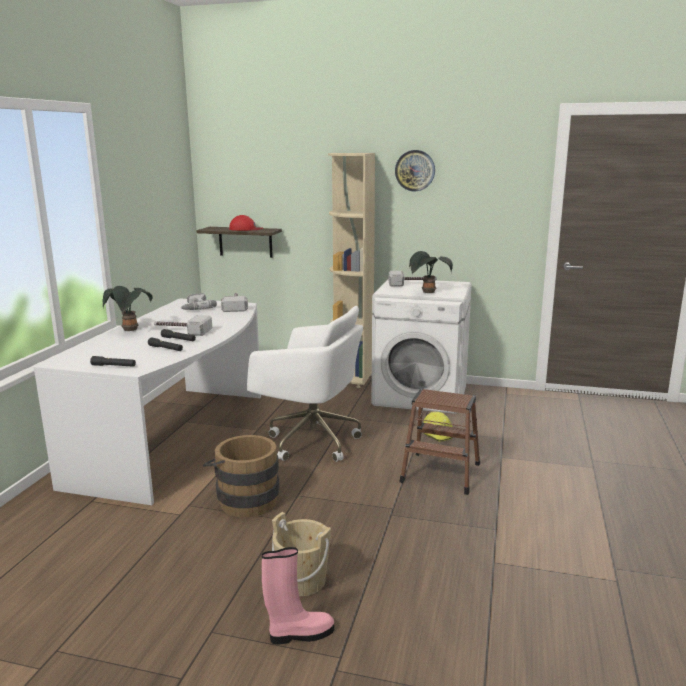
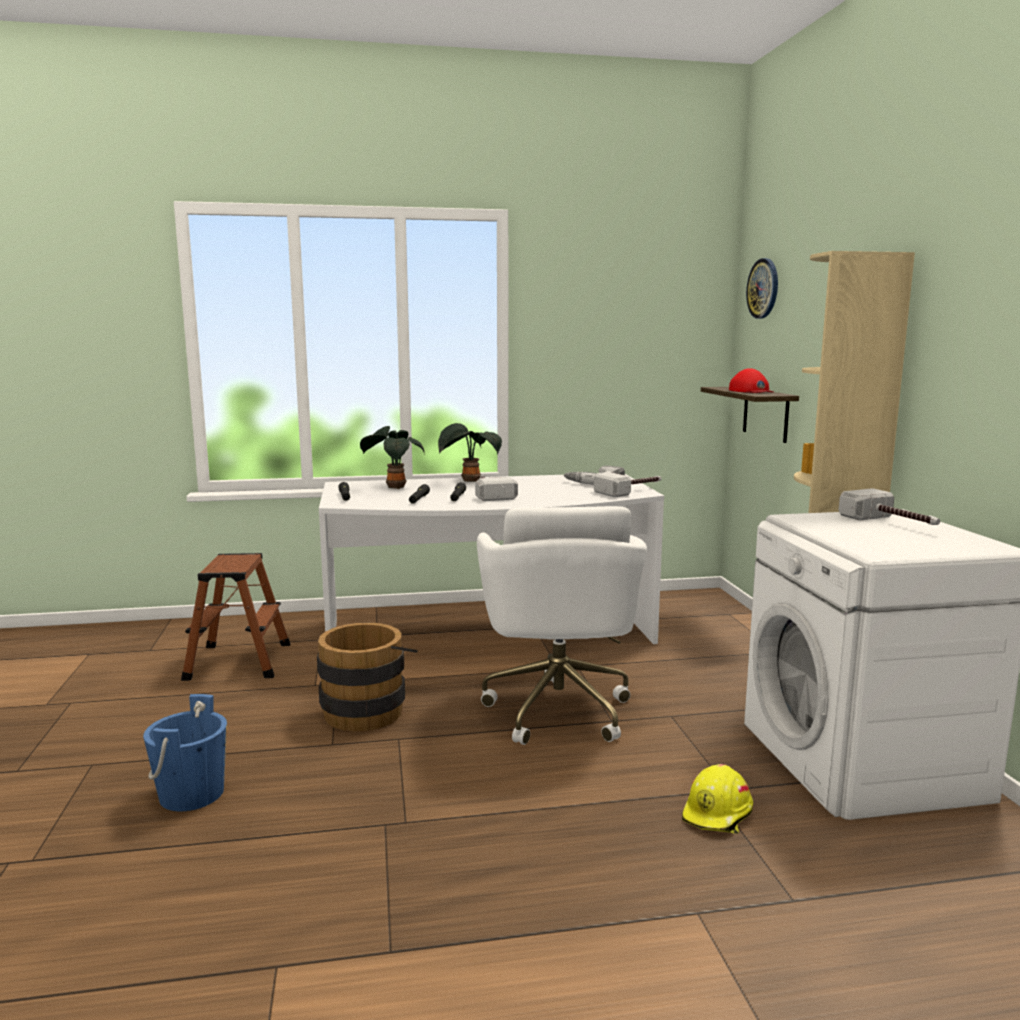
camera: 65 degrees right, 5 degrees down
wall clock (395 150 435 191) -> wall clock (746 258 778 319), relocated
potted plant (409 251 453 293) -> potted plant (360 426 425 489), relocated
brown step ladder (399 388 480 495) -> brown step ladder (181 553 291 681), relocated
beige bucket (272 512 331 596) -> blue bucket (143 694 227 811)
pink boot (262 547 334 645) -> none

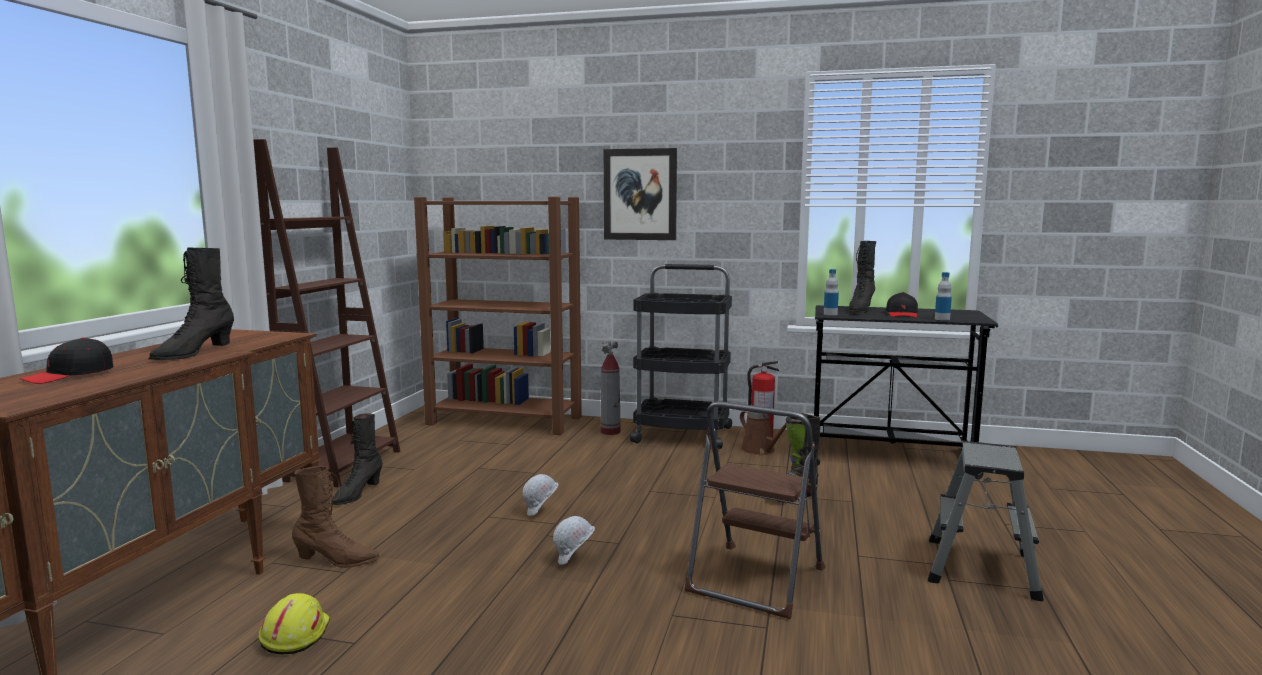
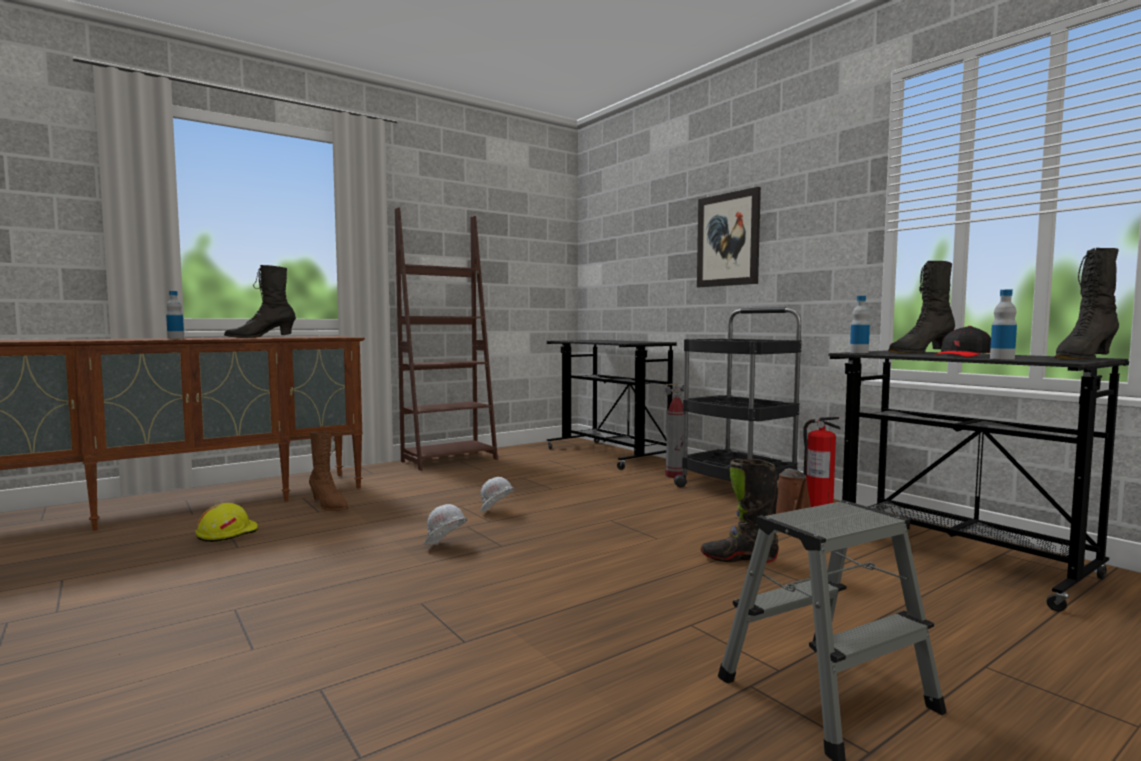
camera: 40 degrees right, 5 degrees down
brown bookcase (414 197 582 435) -> black desk (547 340 677 470)
black cap (20 337 114 384) -> bottle (166 291 184 339)
brown step ladder (685 401 826 619) -> none
black boot (332 414 383 505) -> black boot (1055 248 1119 359), relocated

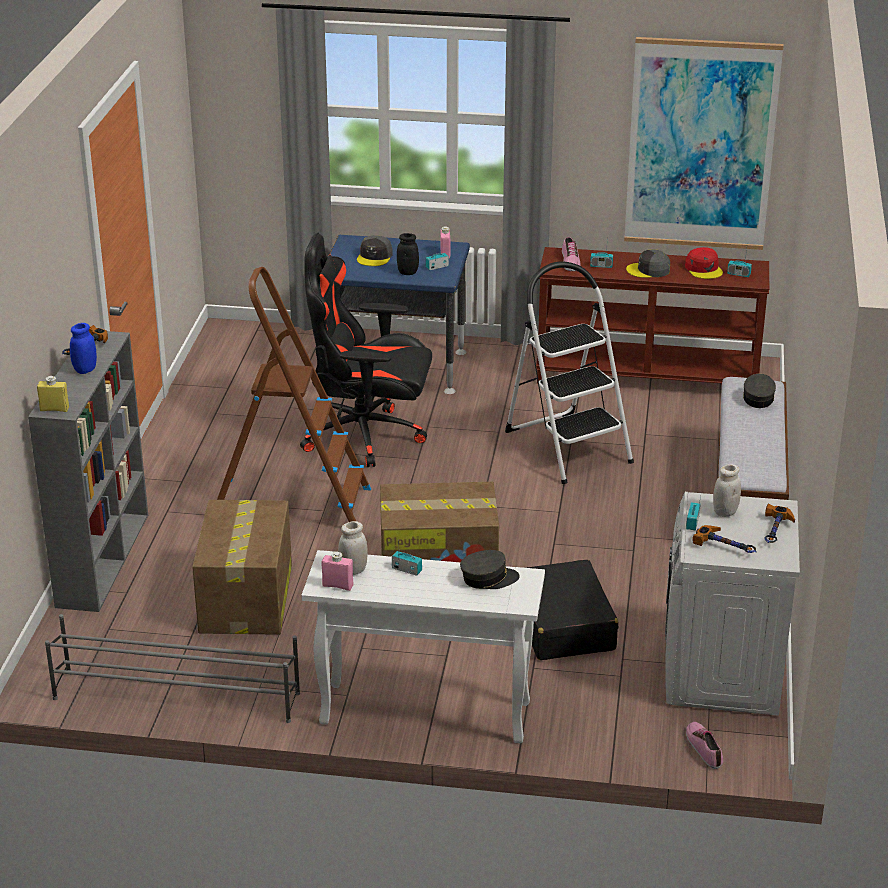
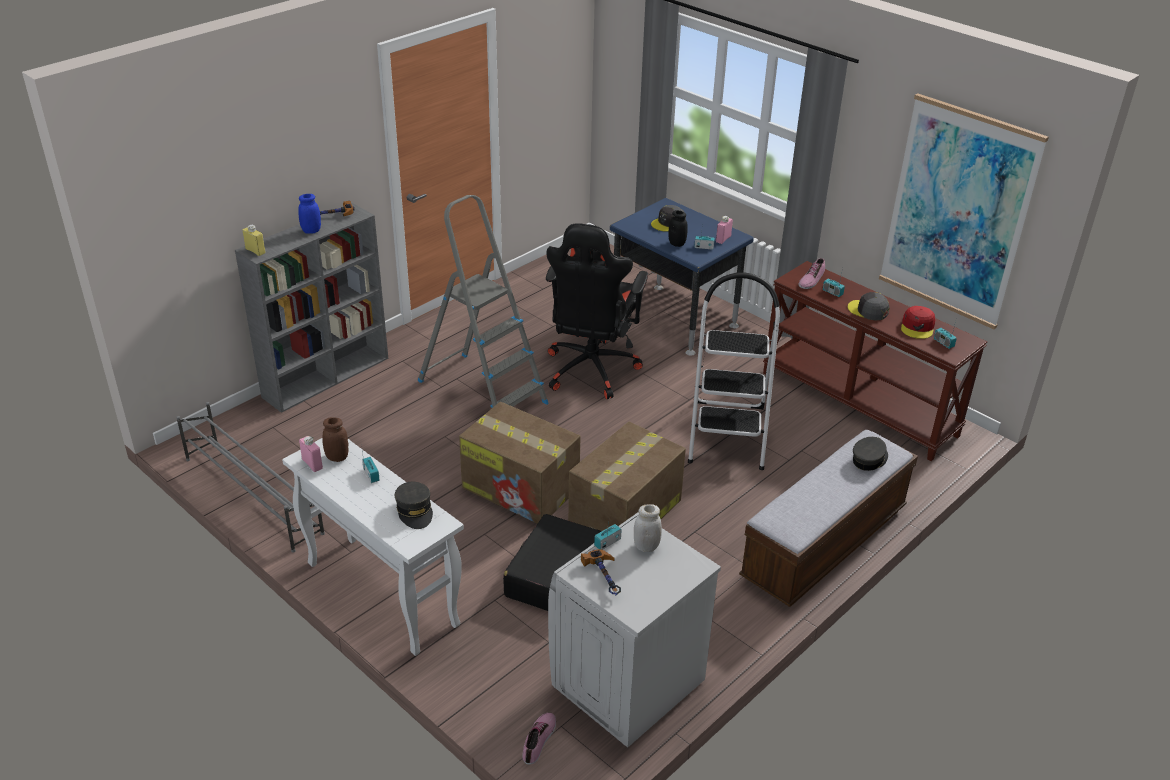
camera: 35 degrees right, 5 degrees up
black office chair (300 233 432 467) -> black office chair (546 223 648 399), 120 degrees counterclockwise
brown step ladder (217 267 371 522) -> grey step ladder (418 195 549 408)
cardboard box (192 500 292 635) -> cardboard box (568 422 686 531), relocated
hammer (764 503 795 543) -> none
white jar (338 521 367 575) -> brown jar (322 417 348 462)
grey cap (460 550 520 589) -> grey cap (395 482 433 529), 45 degrees clockwise

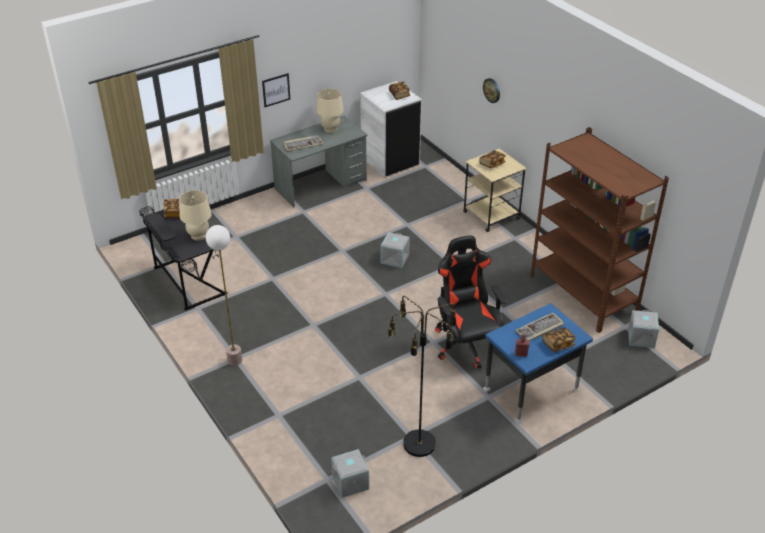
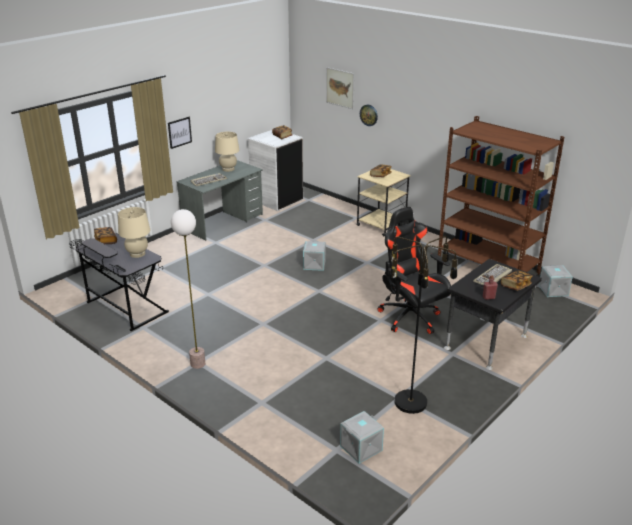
camera: 15 degrees left, 10 degrees down
blue desk (483 303 593 423) -> black desk (444 259 542 370)
none -> picture (326 67 355 109)

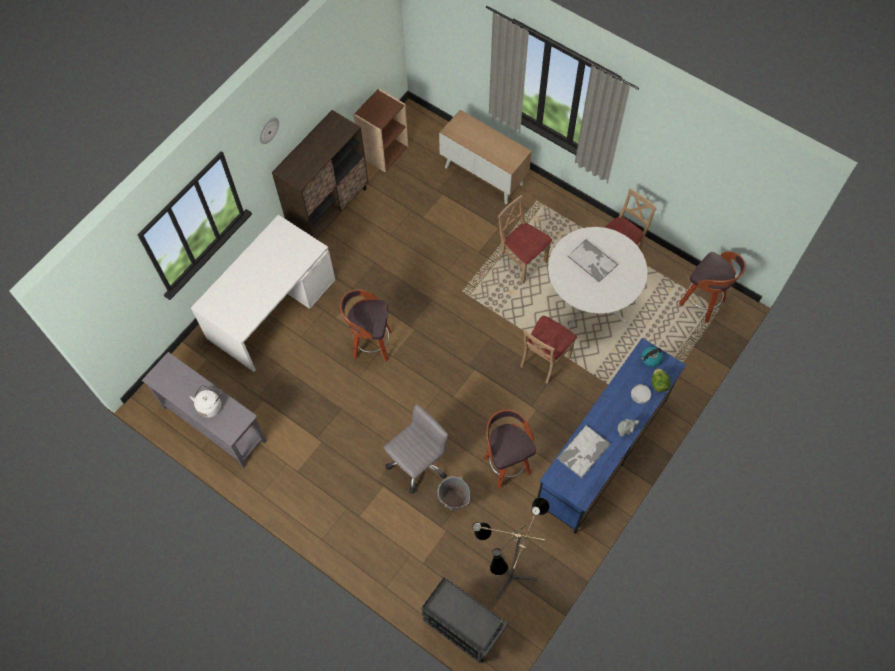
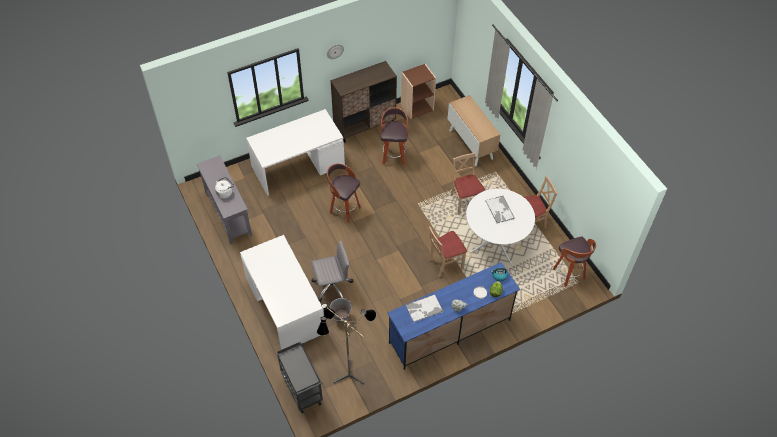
camera: 25 degrees right, 10 degrees down
stool (483 409 536 488) -> stool (380 107 408 166), relocated
none -> white desk (240 235 324 350)

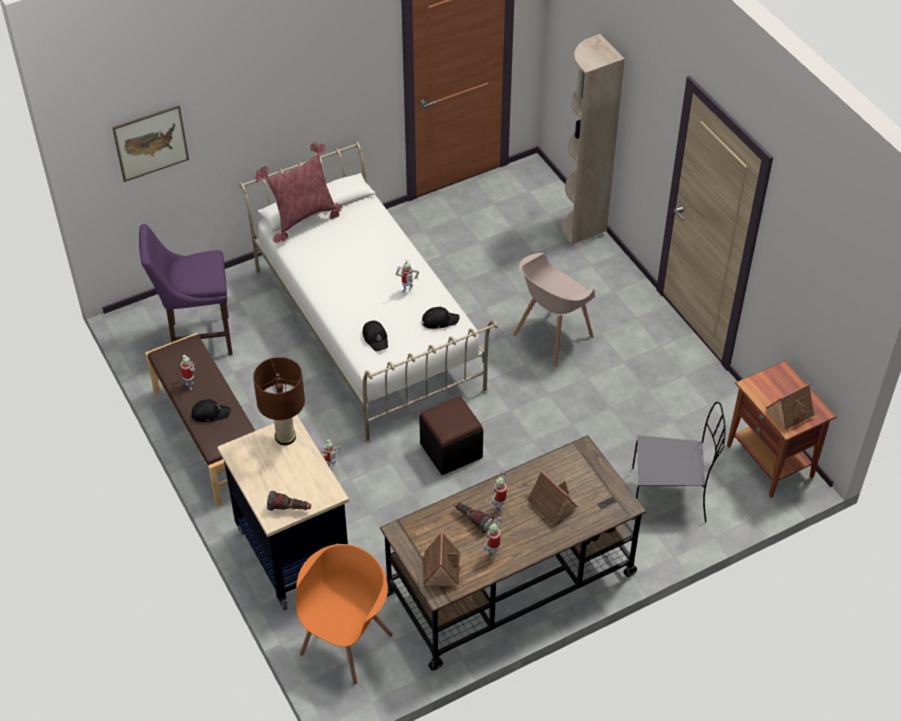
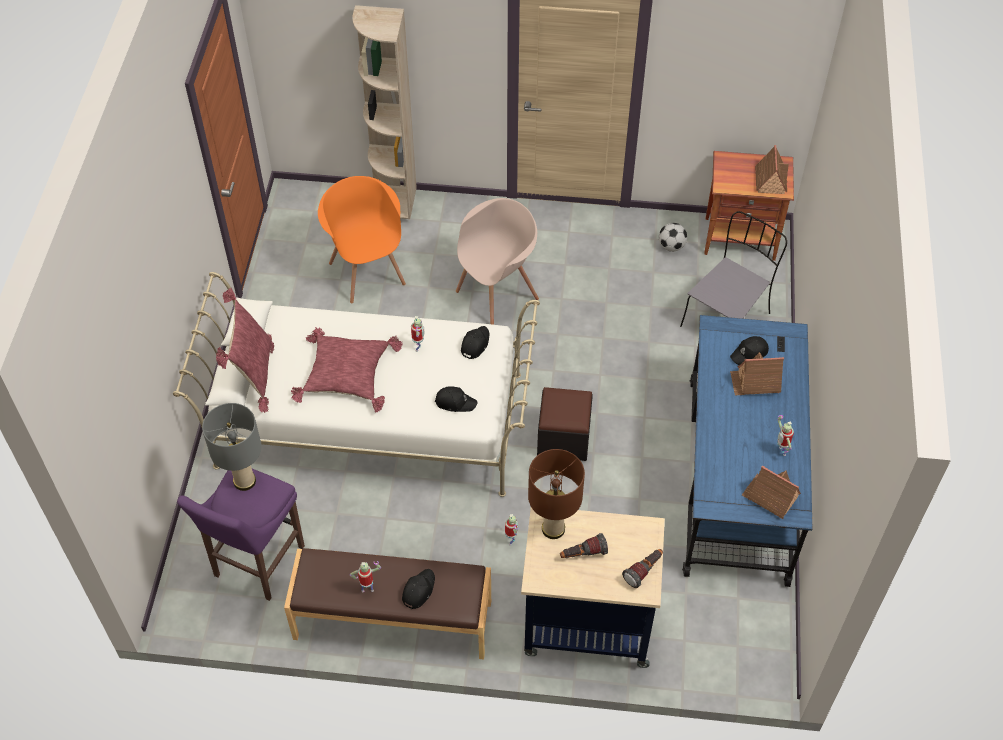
camera: 55 degrees left, 5 degrees up
picture (112 105 189 182) -> none
beige chair (513 253 595 367) -> beige chair (456 198 539 325), 120 degrees counterclockwise
brown desk (380 435 646 671) -> blue desk (682 315 812 587)
toy robot (490 470 507 513) -> none
flashlight (454 502 494 533) -> flashlight (560 533 608 558), relocated
orange chair (296 544 393 684) -> orange chair (318 176 406 303), relocated
none -> football (659 223 687 252)
none -> red pillow (291 327 403 413)
none -> black cap (730 336 769 365)
none -> grey table lamp (202 403 262 491)

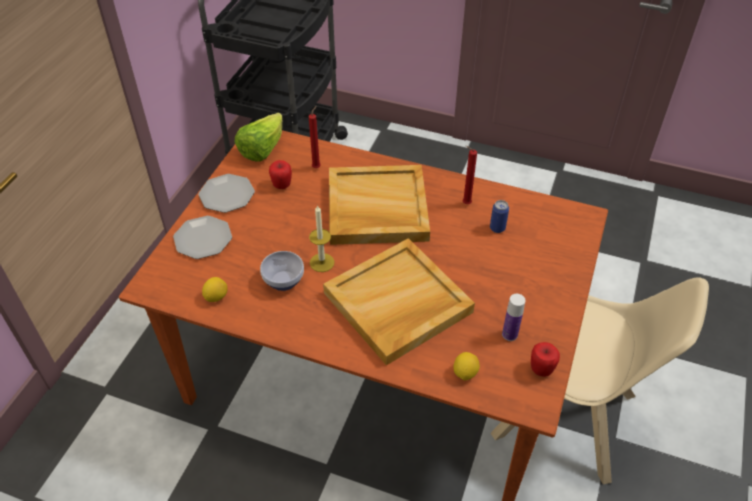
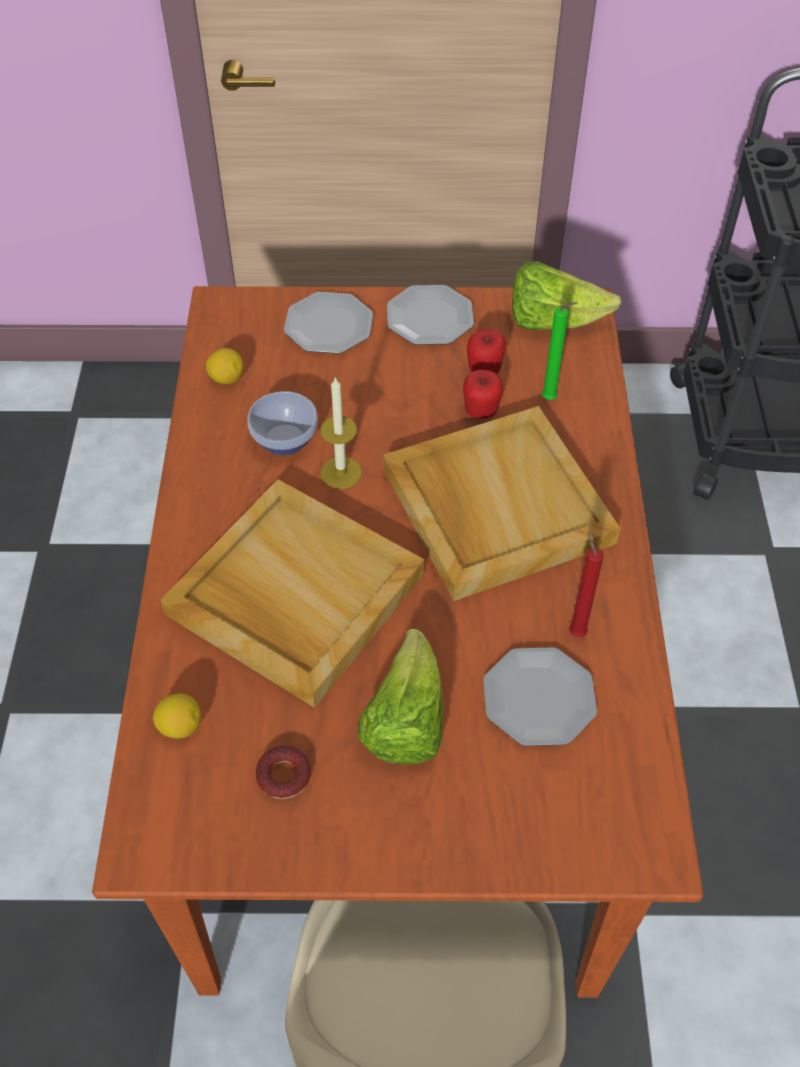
camera: 70 degrees right, 5 degrees up
red candle (309 106 321 168) -> green candle (542 302 578 400)
can (490 200 509 233) -> plate (483 647 597 746)
bottle (502 294 526 341) -> donut (256 746 311 799)
apple (531 342 560 377) -> apple (463 370 503 419), relocated
none -> lettuce (358 629 444 764)

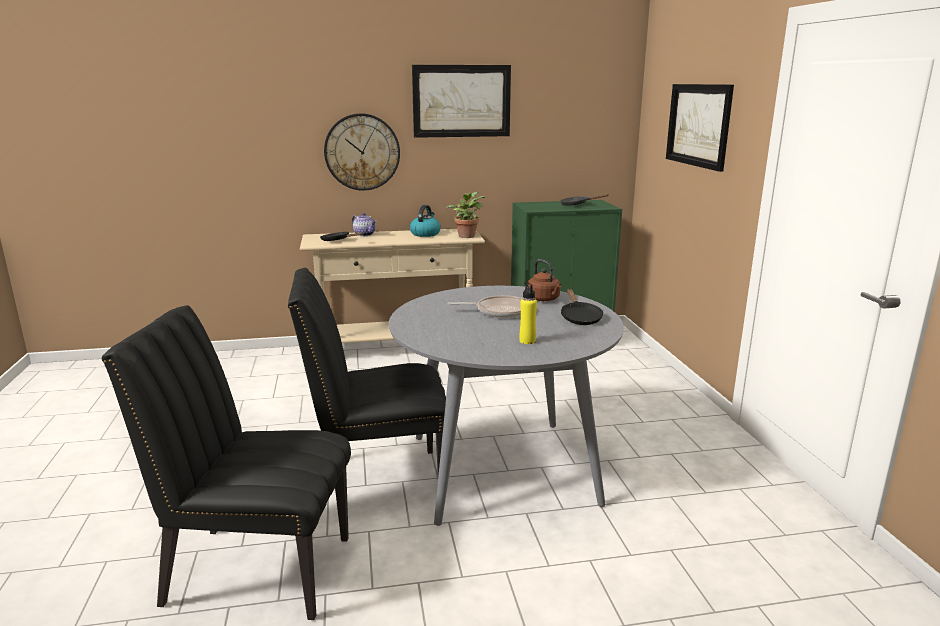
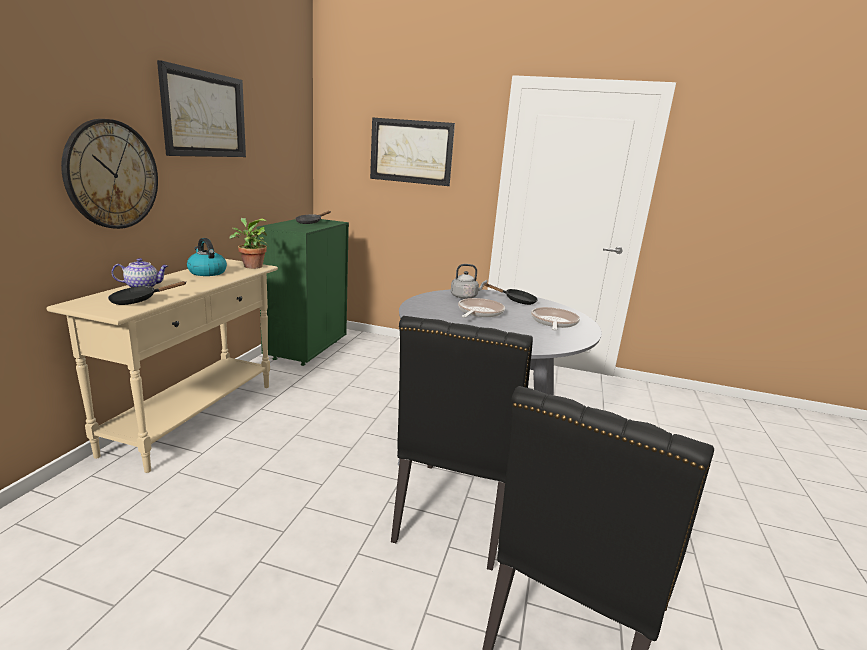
camera: 65 degrees left, 0 degrees up
brown kettle (528 259 561 301) -> grey kettle (451 264 487 299)
yellow bottle (519 282 537 344) -> frying pan (531 307 580 331)

